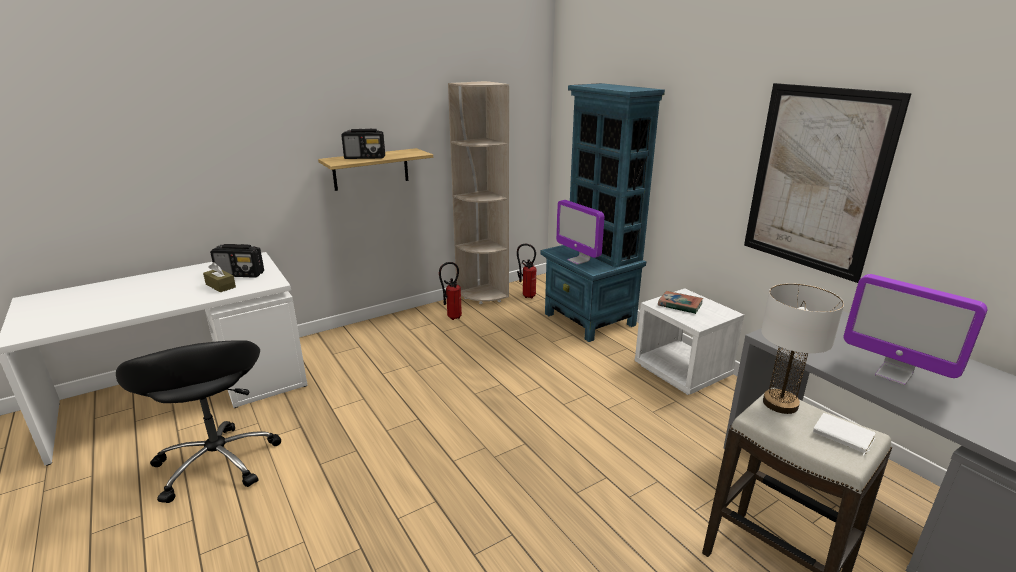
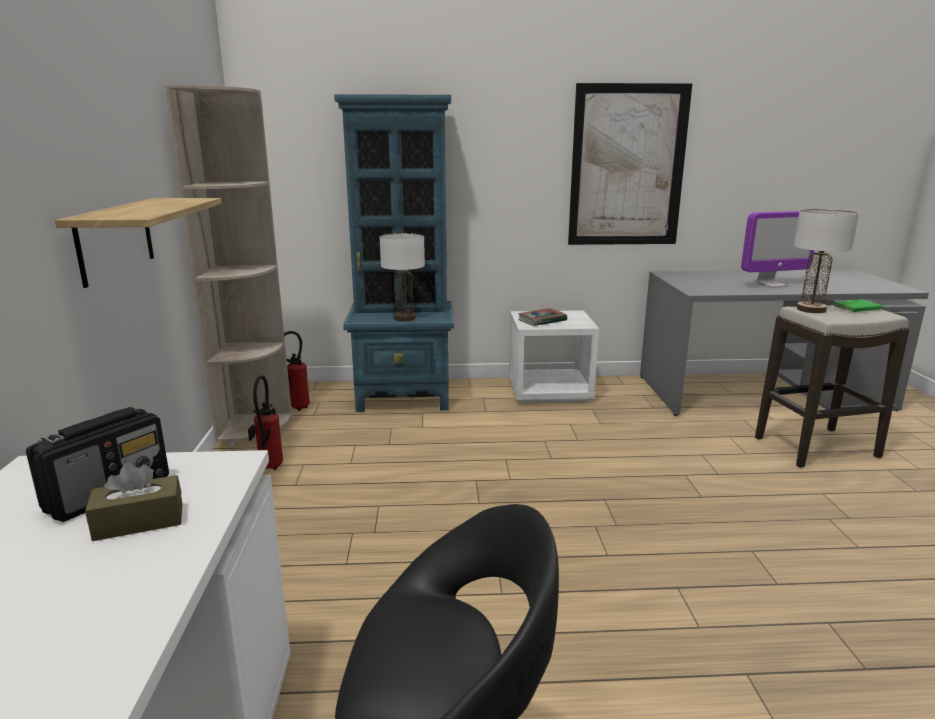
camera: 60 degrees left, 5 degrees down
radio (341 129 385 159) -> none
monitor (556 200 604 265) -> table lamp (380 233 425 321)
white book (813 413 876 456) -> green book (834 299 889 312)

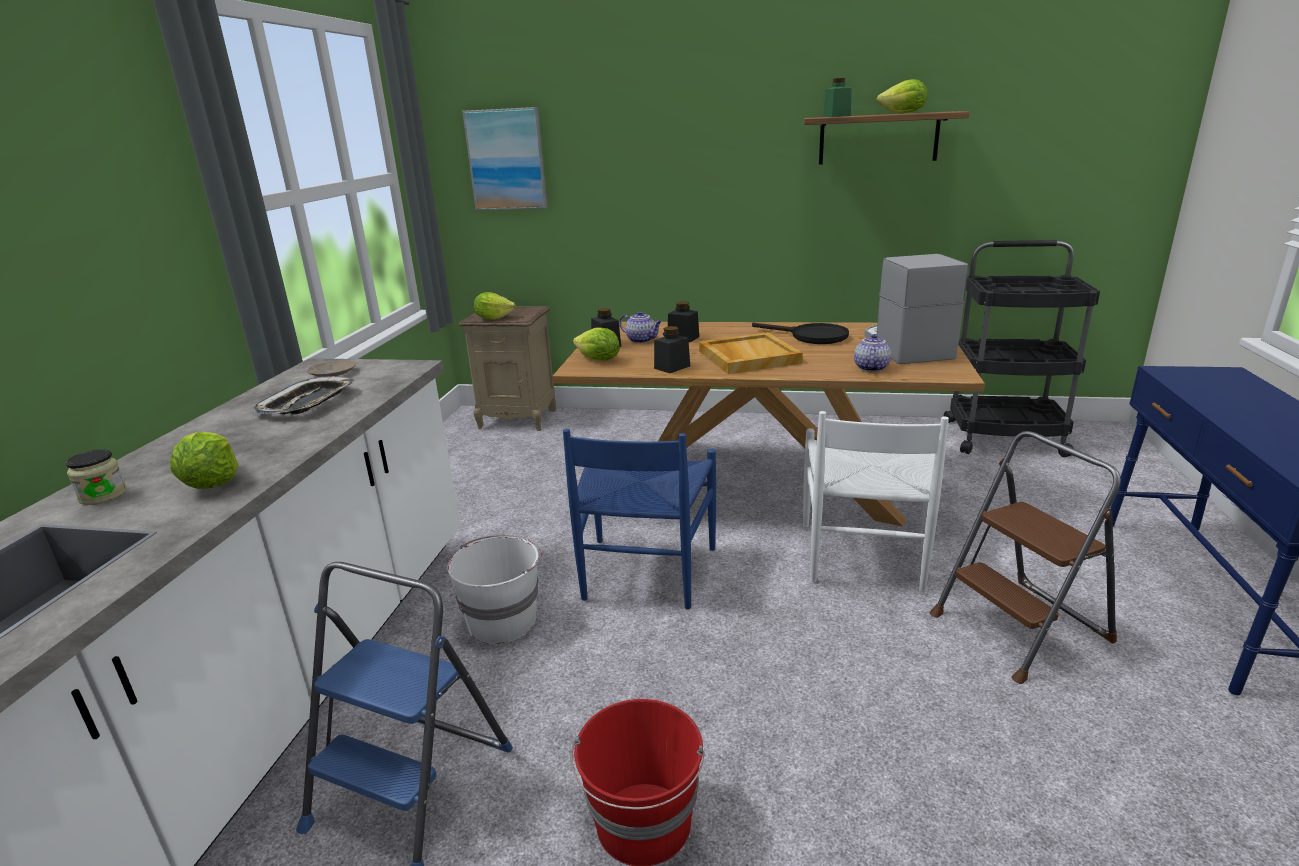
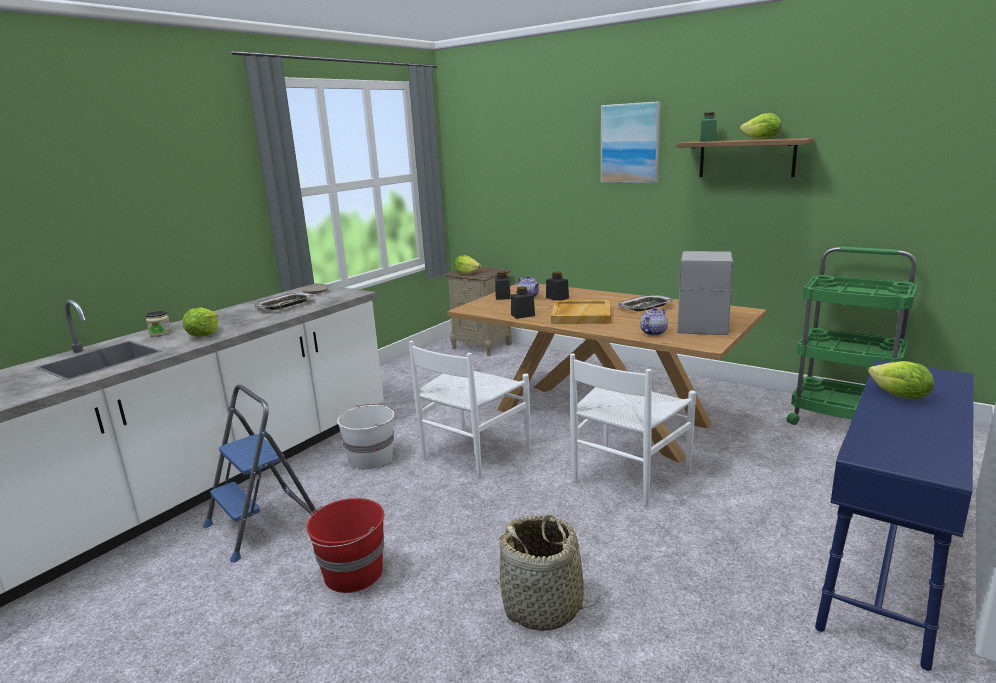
camera: 25 degrees right, 5 degrees down
picture (462 107 548 210) -> picture (601 101 661 183), relocated
black cart (944 240 1100 457) -> green cart (786 247 918 425)
black frying pan (752 323 849 344) -> tray (618 295 674 311)
lettuce (573 328 620 361) -> lettuce (868 361 934 399), relocated
blue chair (563 429 716 610) -> white chair (409 341 530 478)
brown step ladder (929 431 1121 684) -> none
none -> basket (496 515 599 631)

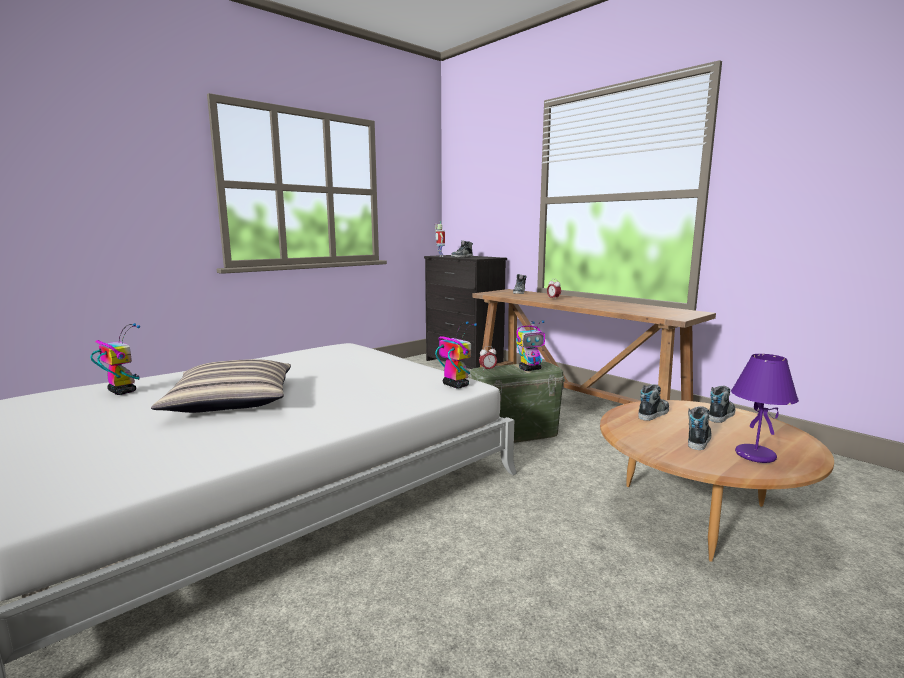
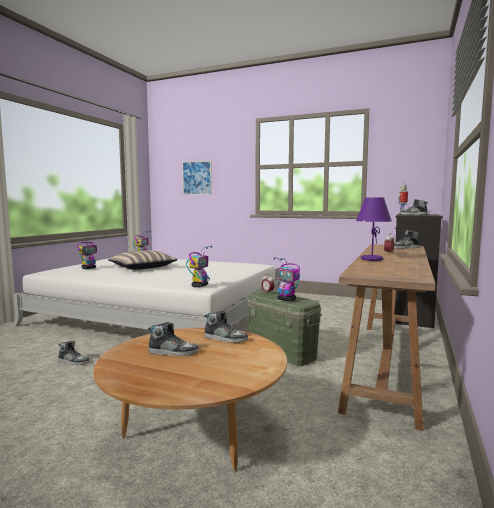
camera: 65 degrees right, 5 degrees down
purple table lamp (731 354 799 463) -> purple table lamp (356 197 392 261), relocated
shoe (709 386 736 423) -> shoe (58 341 90 365), relocated
none -> picture (182 160 212 195)
none -> toy robot (78 237 97 269)

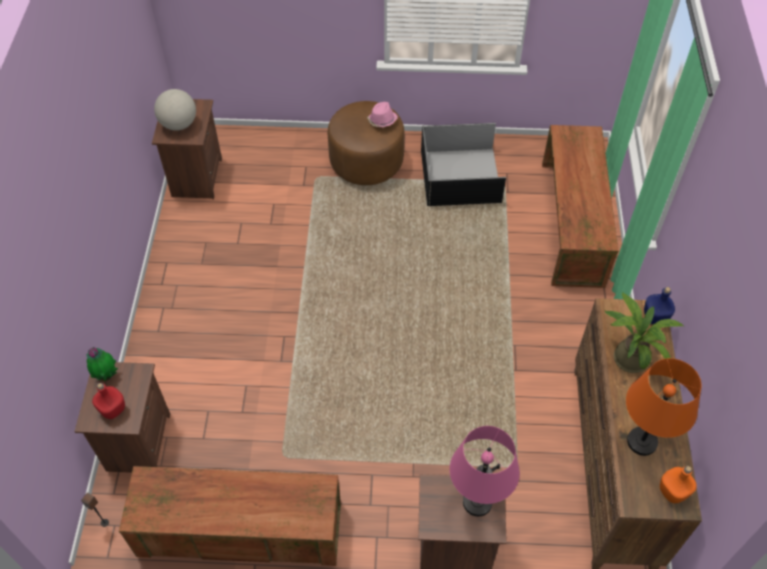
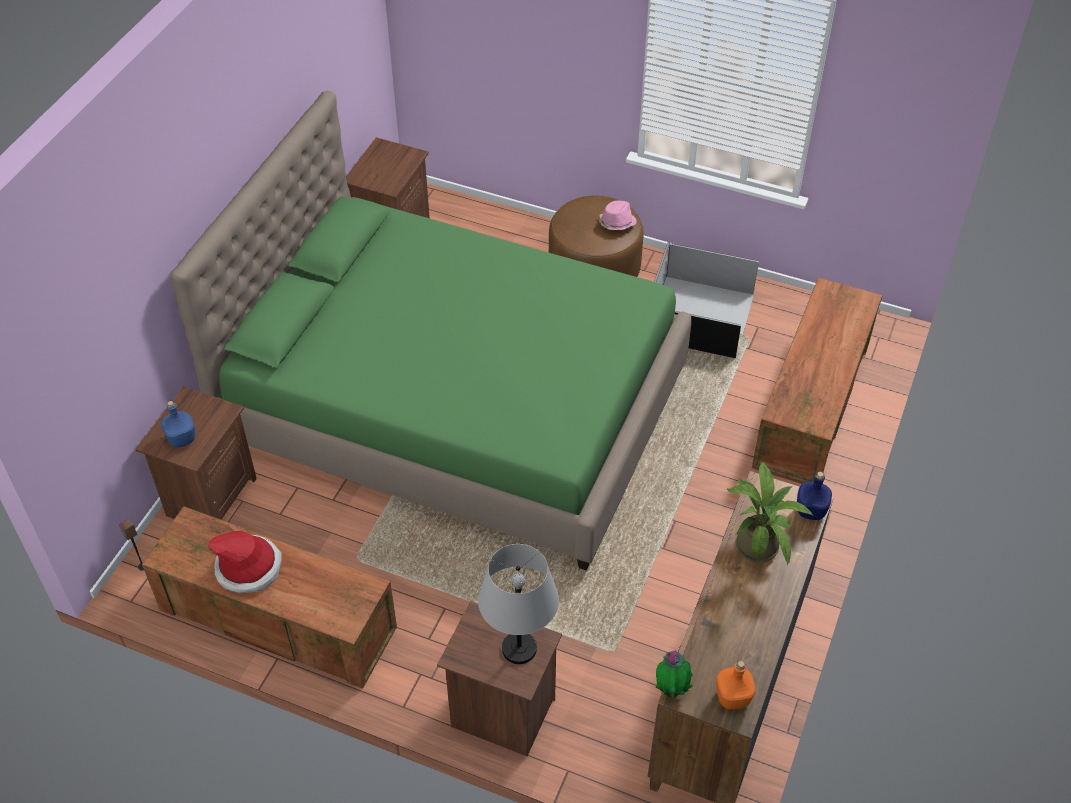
camera: 20 degrees right, 5 degrees down
globe (154 89 196 131) -> none
potted plant (86 347 118 381) -> potted plant (656 650 693 698), relocated
orange table lamp (626 358 702 456) -> none
red bottle (92 383 125 419) -> blue bottle (161 401 195 448)
pink table lamp (450 426 520 516) -> grey table lamp (478 544 559 664)
none -> green bed (170 91 691 571)
none -> hat (208 531 282 594)

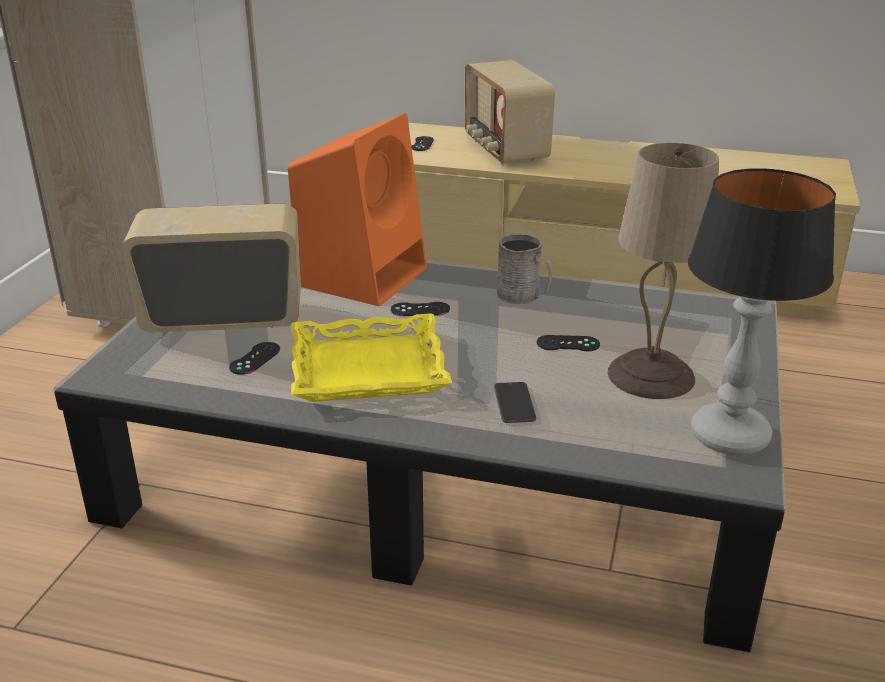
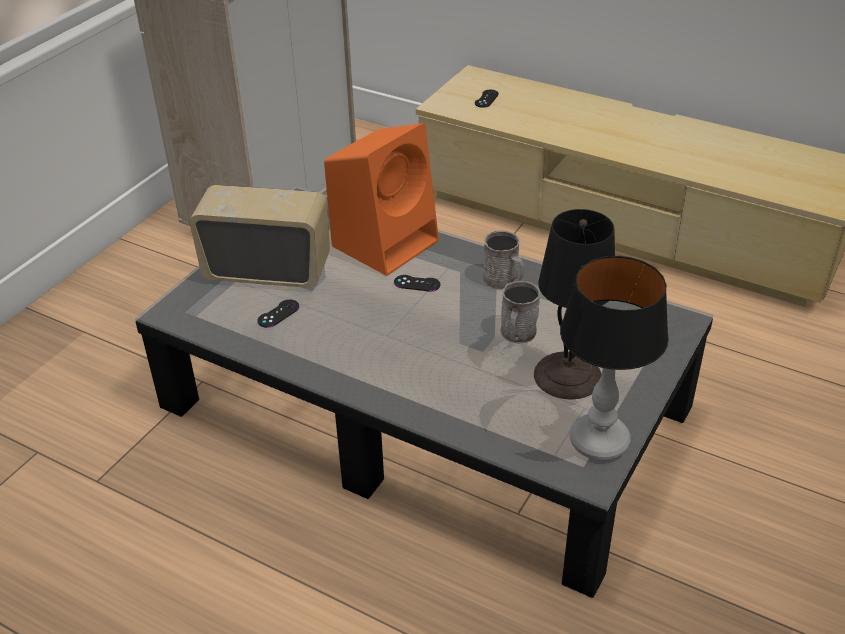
camera: 15 degrees right, 10 degrees up
radio (465 60 555 165) -> none
beige table lamp (608 143 719 399) -> black table lamp (534 209 615 399)
yellow tray (291 313 452 402) -> none
black game controller (537 335 600 351) -> grey mug (500 281 540 343)
phone (494 382 536 423) -> none

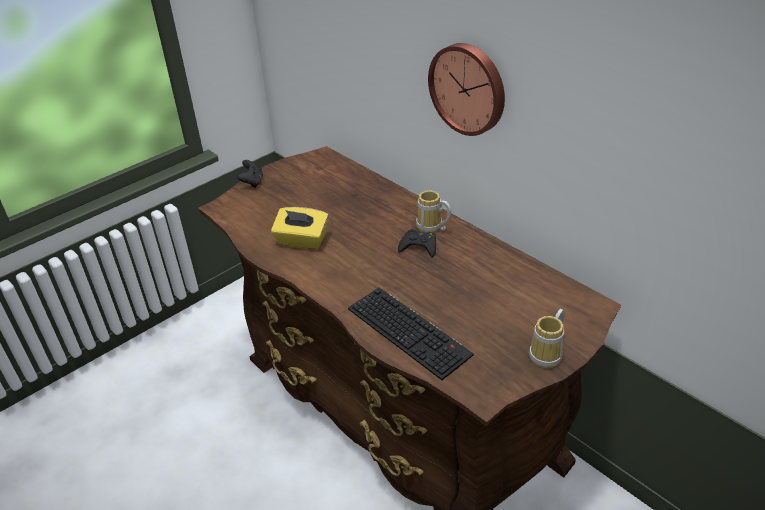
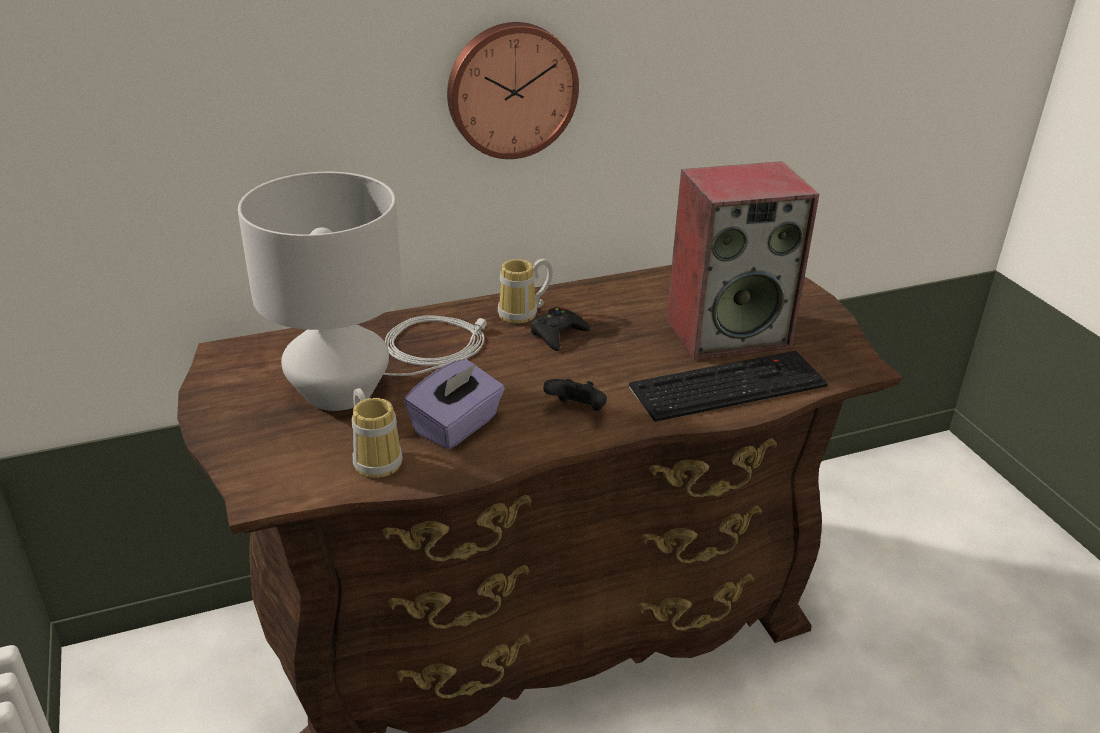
camera: 70 degrees left, 5 degrees down
black game controller (237 160 263 188) -> black game controller (543 379 607 411), relocated
yellow tissue box (271 207 329 250) -> purple tissue box (404 359 505 449)
mug (529 309 565 368) -> mug (352 388 403 478), relocated
none -> speaker (667 161 819 360)
none -> grey table lamp (238 172 487 411)

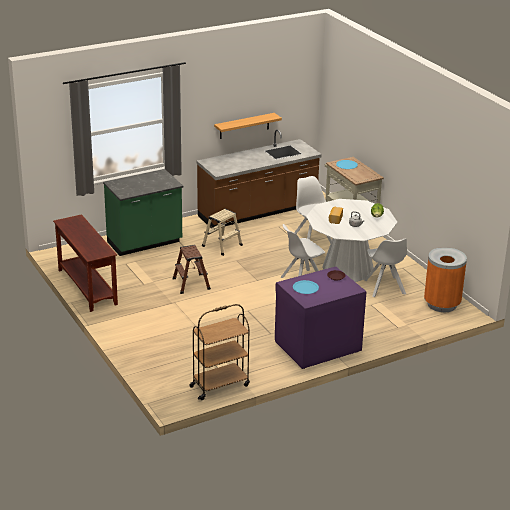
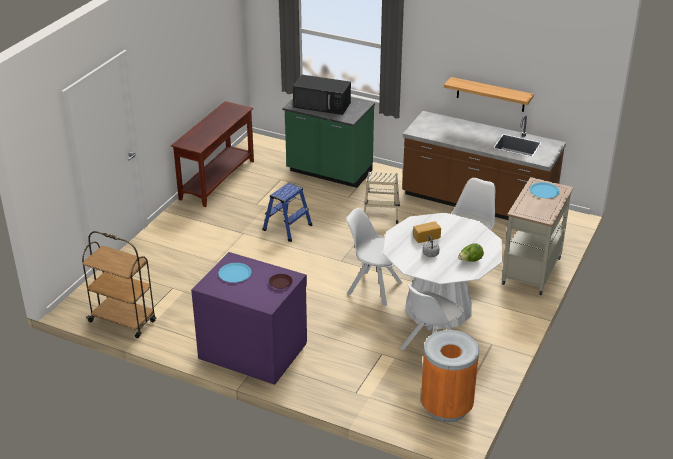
camera: 55 degrees right, 5 degrees up
brown step ladder (173 245 211 294) -> blue step ladder (262 182 313 242)
none -> black microwave (293 75 351 115)

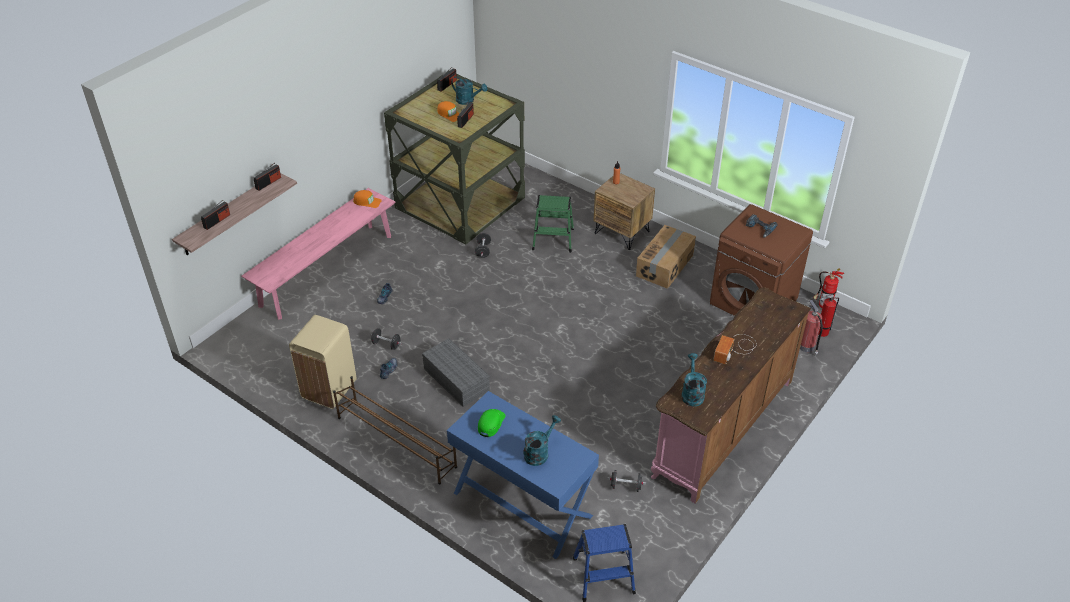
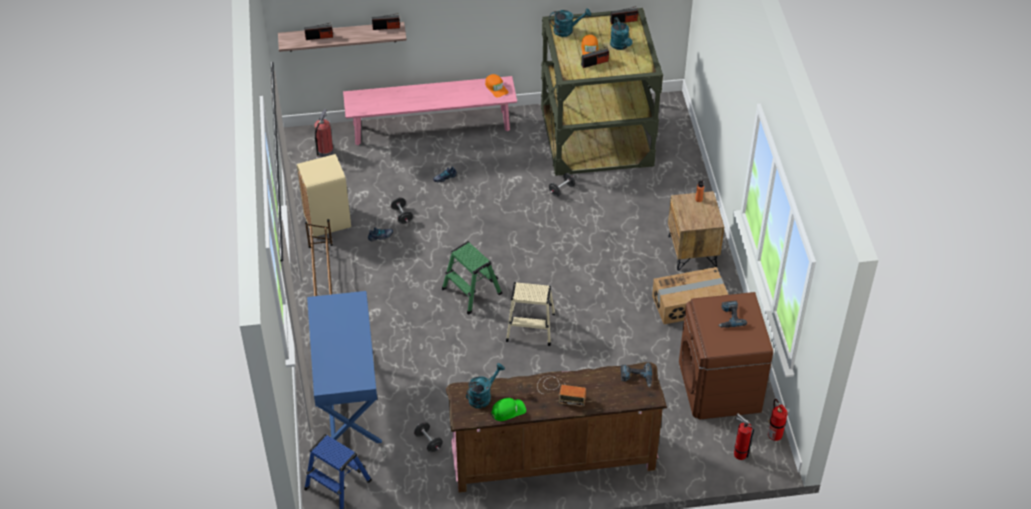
camera: 45 degrees right, 5 degrees up
green step ladder (532 195 574 253) -> green step ladder (442 241 502 315), relocated
fire extinguisher (800 300 823 356) -> fire extinguisher (314 109 334 159), relocated
radio (713 334 757 365) -> radio (537 376 586 407), 150 degrees counterclockwise
grey storage box (422 338 490 407) -> none
green cap (478 409 505 437) -> green cap (491 398 526 421), relocated
turquoise watering can (523 415 561 466) -> turquoise watering can (549 8 591 37), relocated
none -> beige step ladder (506 282 555 346)
none -> power drill (621 363 652 388)

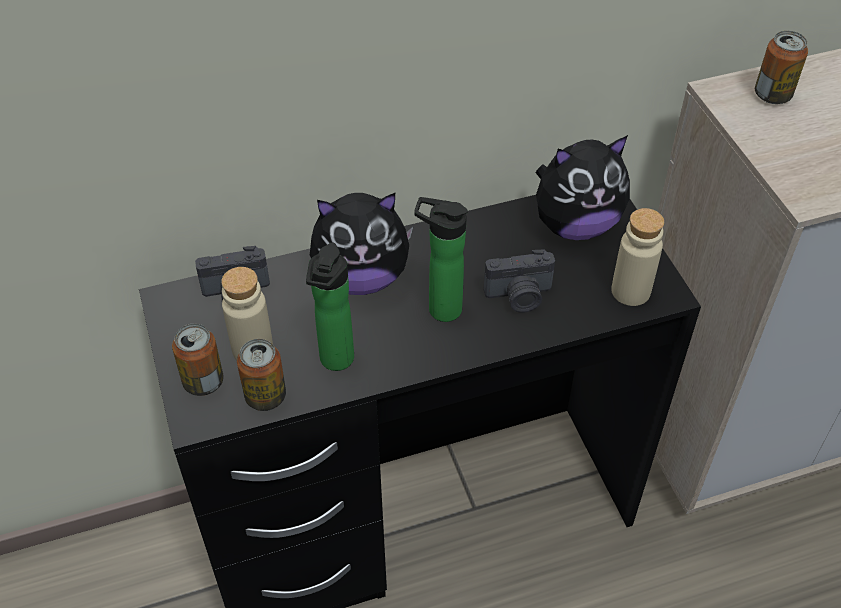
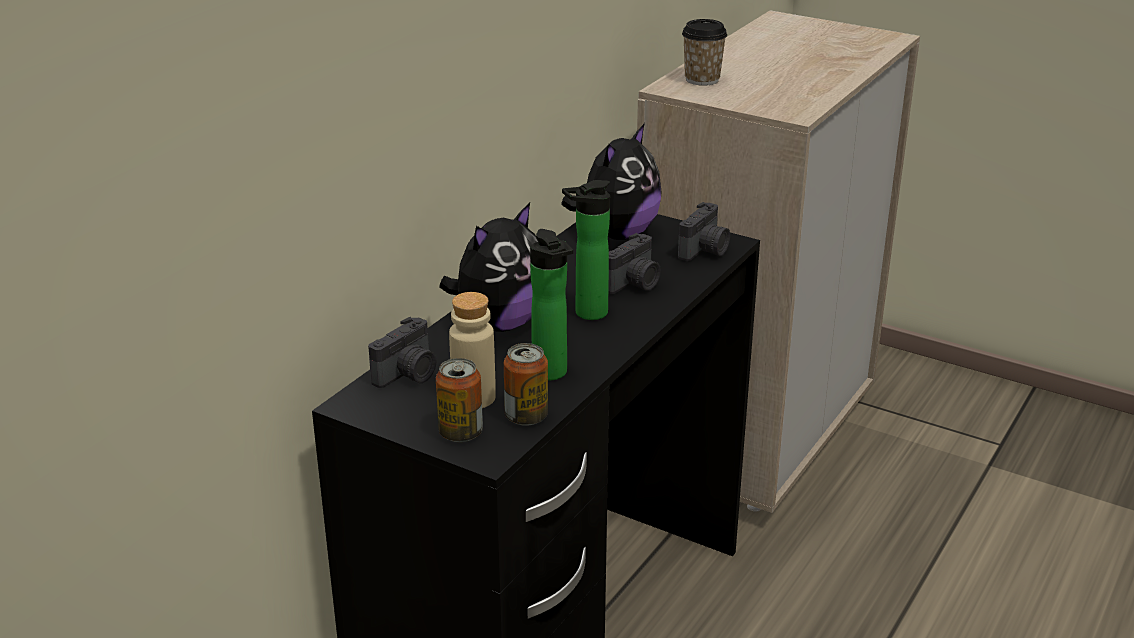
camera: 40 degrees left, 20 degrees down
can (755 31 808 104) -> cup (682 19 727 86)
beige bottle (611 208 664 306) -> photo camera (678 202 730 261)

